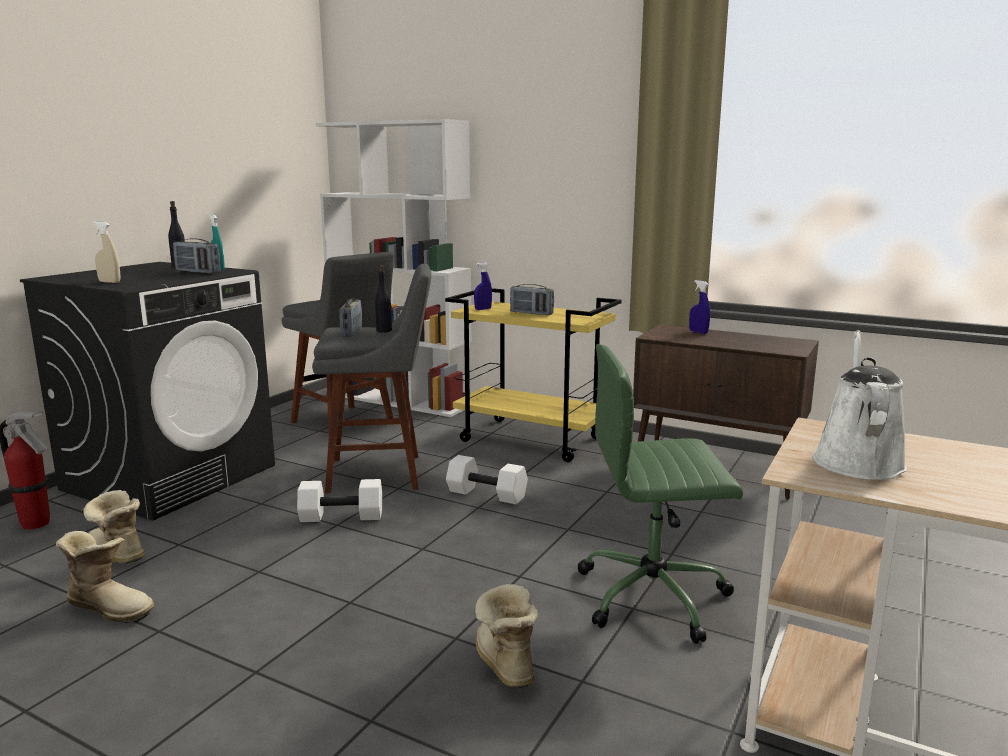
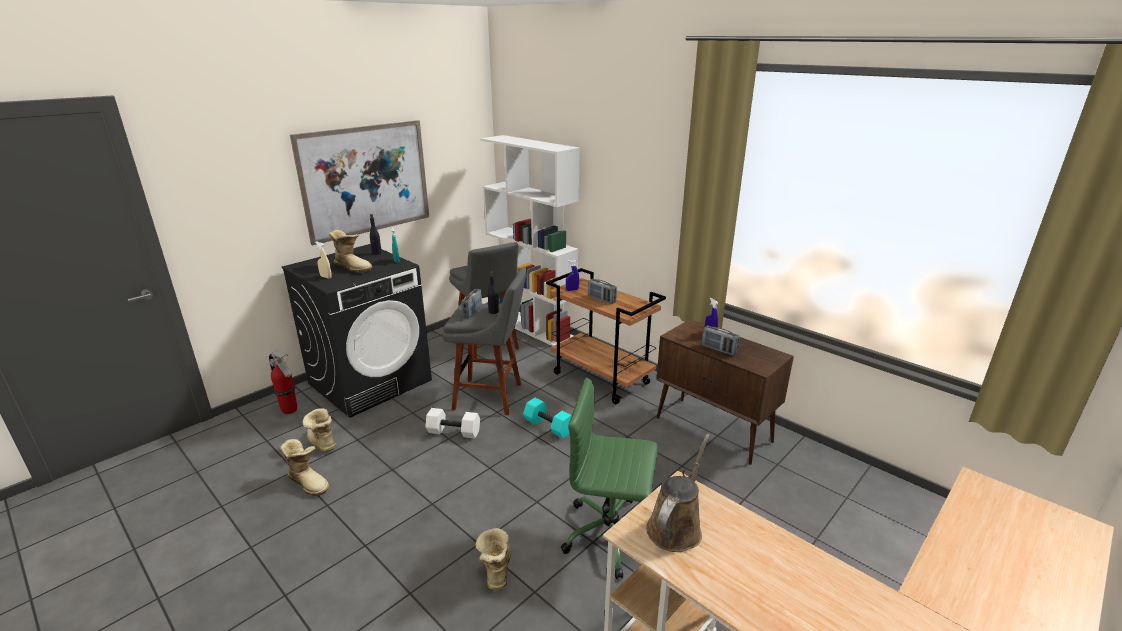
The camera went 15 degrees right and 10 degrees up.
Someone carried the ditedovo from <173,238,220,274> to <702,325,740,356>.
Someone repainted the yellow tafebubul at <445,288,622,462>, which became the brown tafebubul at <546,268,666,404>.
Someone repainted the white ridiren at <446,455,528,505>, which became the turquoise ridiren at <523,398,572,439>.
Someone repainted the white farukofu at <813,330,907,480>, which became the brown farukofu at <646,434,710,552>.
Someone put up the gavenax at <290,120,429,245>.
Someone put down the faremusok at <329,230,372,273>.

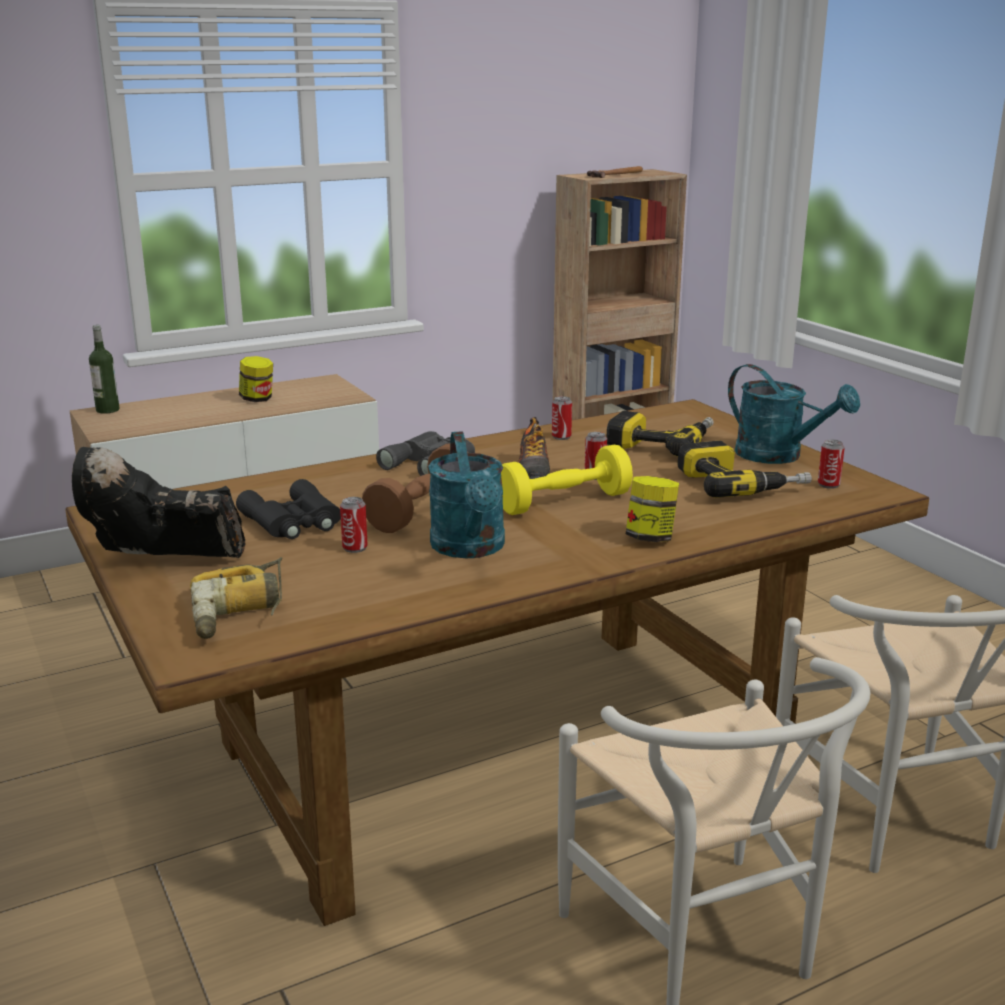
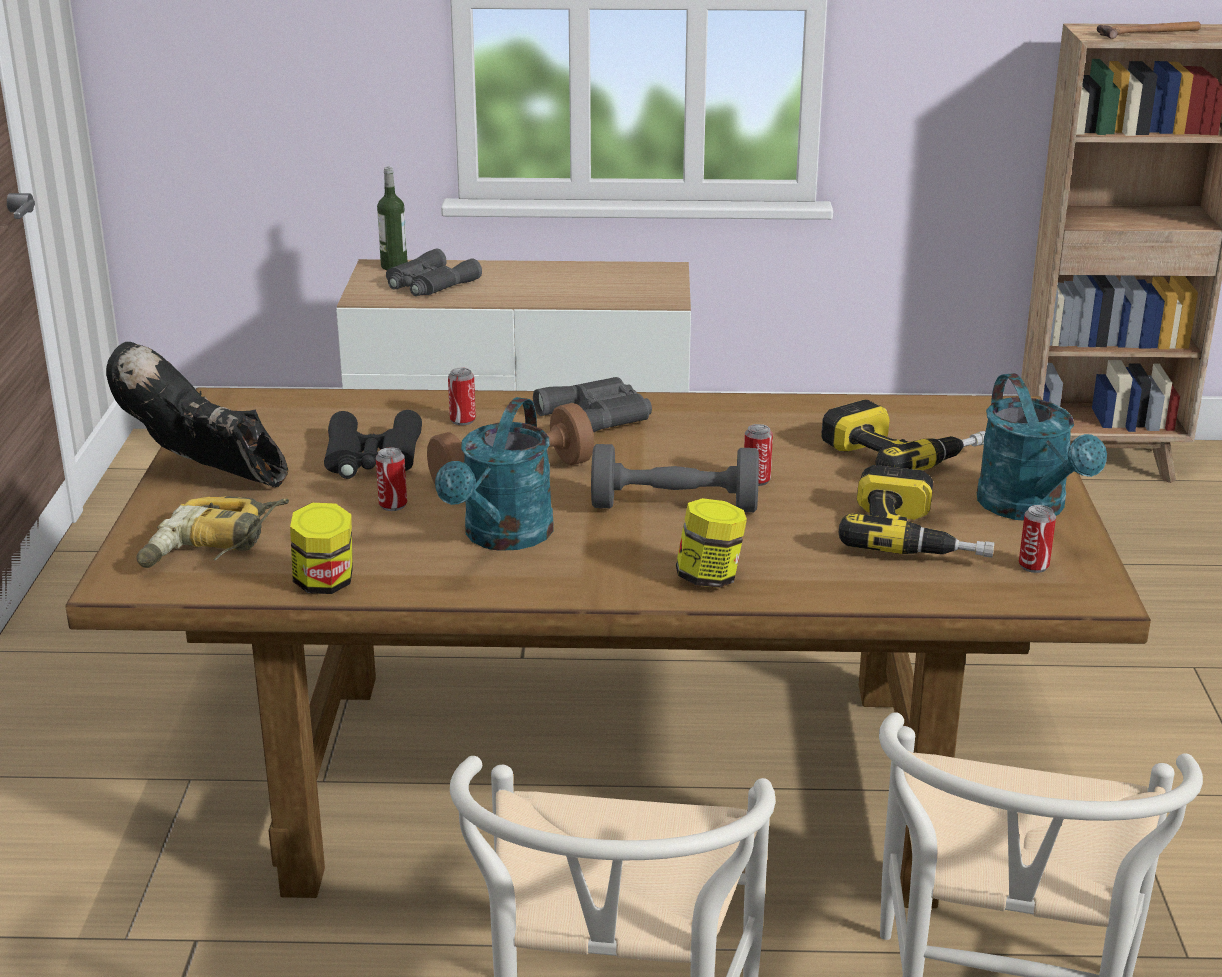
The camera went 30 degrees right and 5 degrees up.
Someone carried the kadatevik from <239,356,273,402> to <290,503,353,594>.
Someone repainted the yellow ridiren at <501,445,633,515>, which became the grey ridiren at <591,444,759,512>.
Someone took away the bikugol at <518,417,550,479>.
Someone carried the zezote from <552,396,572,440> to <448,368,476,425>.
Someone put down the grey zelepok at <386,248,482,296>.

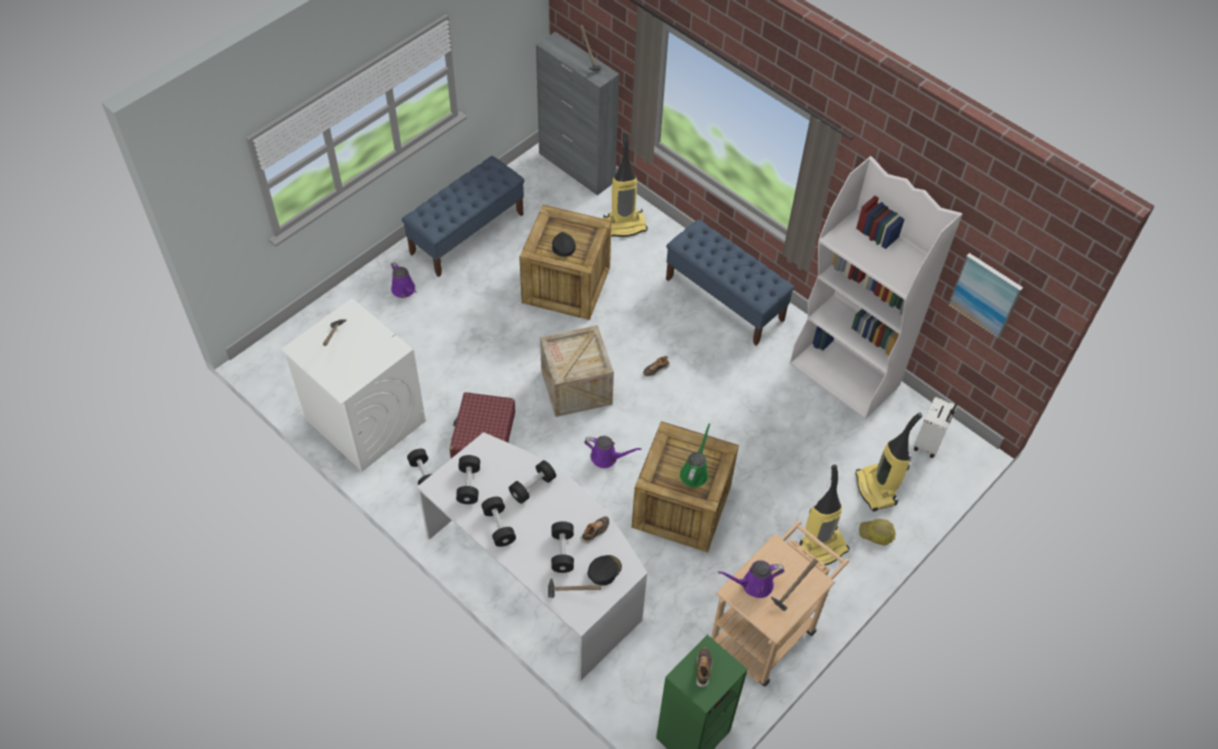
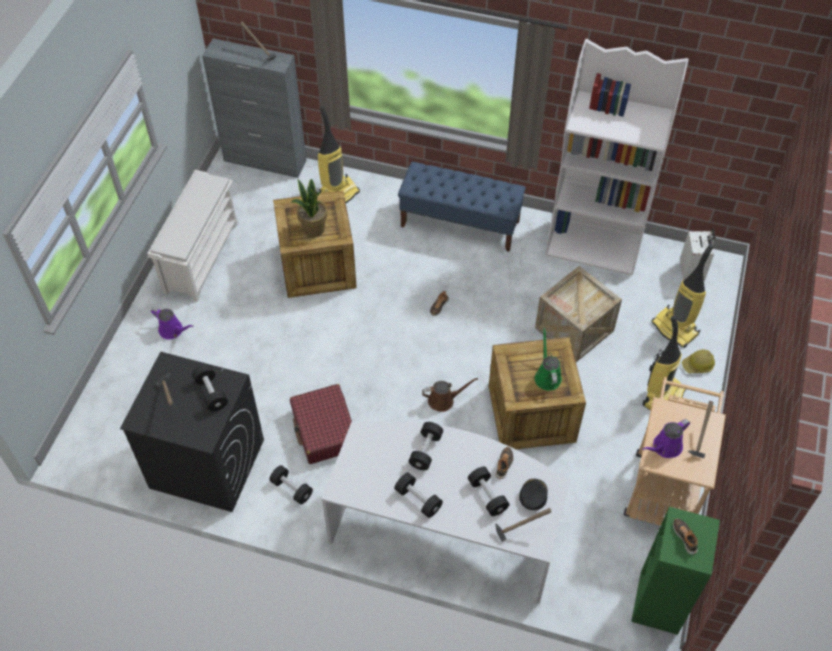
The camera went 25 degrees left and 0 degrees up.
Someone repainted the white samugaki at <281,298,426,472>, which became the black samugaki at <120,352,264,512>.
Someone swapped the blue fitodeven at <402,156,524,277> for the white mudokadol at <147,170,238,302>.
Someone carried the black ridiren from <456,455,480,504> to <192,364,228,411>.
Someone carried the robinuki from <540,325,614,417> to <535,266,622,362>.
Someone swapped the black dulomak at <552,232,576,257> for the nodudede at <291,179,327,237>.
Someone repainted the purple farukofu at <584,436,642,468>, which became the brown farukofu at <422,378,478,412>.
Someone took away the gavenax at <948,253,1023,339>.

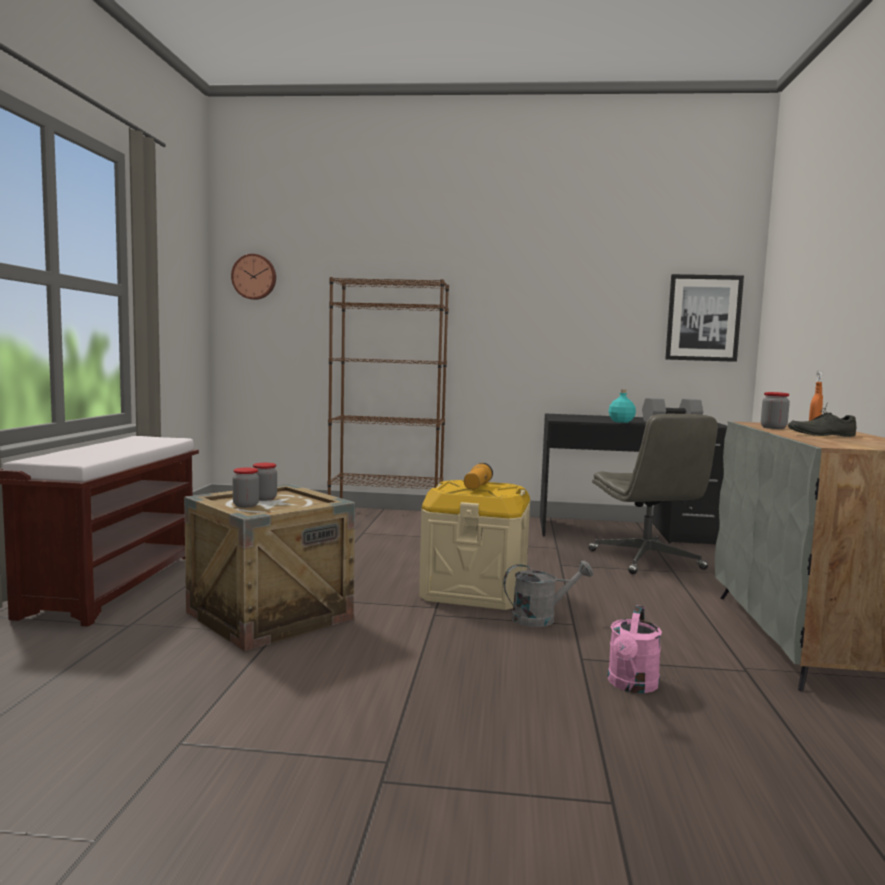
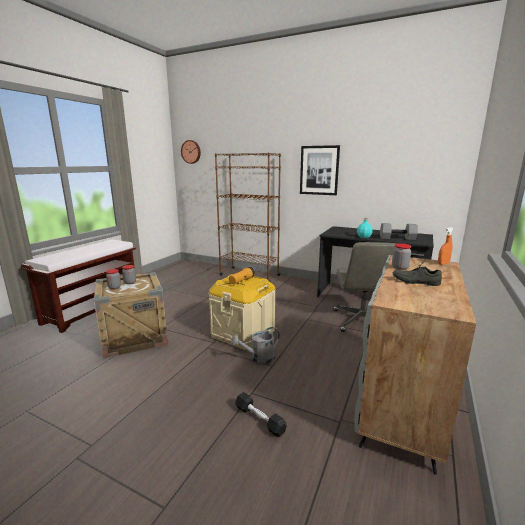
The camera went 20 degrees right and 10 degrees up.
Someone rotated the grey farukofu at <503,560,593,627> by 150 degrees clockwise.
Someone swapped the pink farukofu at <608,605,662,693> for the black ridiren at <235,392,287,437>.
Someone carried the gavenax from <665,274,744,362> to <300,145,340,195>.

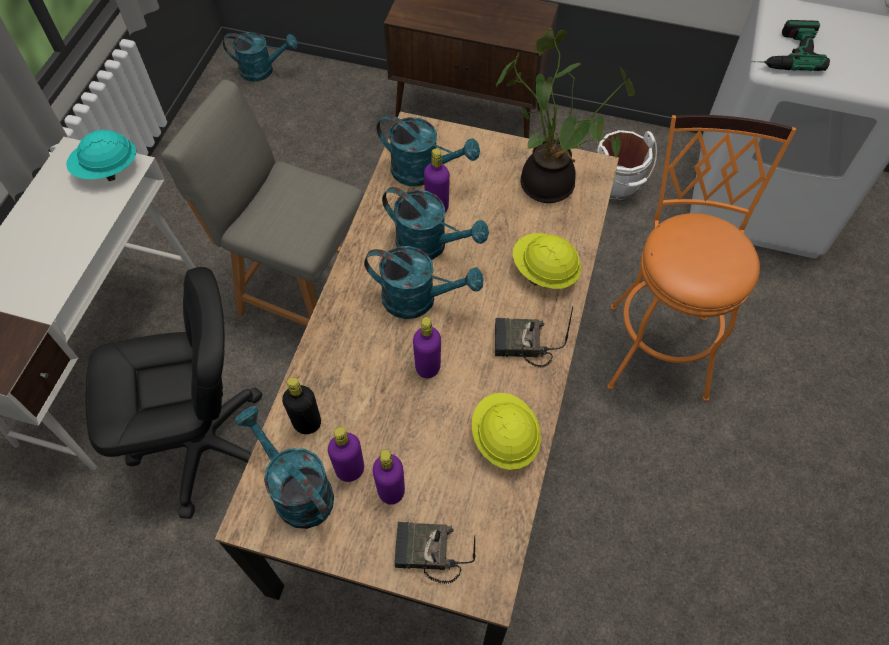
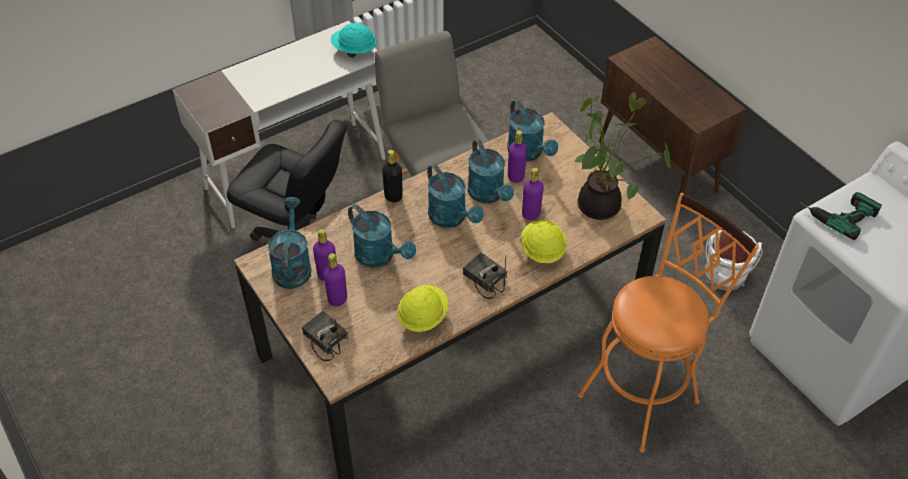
The camera went 40 degrees right and 10 degrees down.
Someone carried the turquoise farukofu from <223,32,298,82> to <348,204,416,267>.
Someone carried the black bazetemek from <282,377,321,434> to <382,150,403,202>.
Someone carried the purple bazetemek from <413,317,441,378> to <522,168,544,220>.

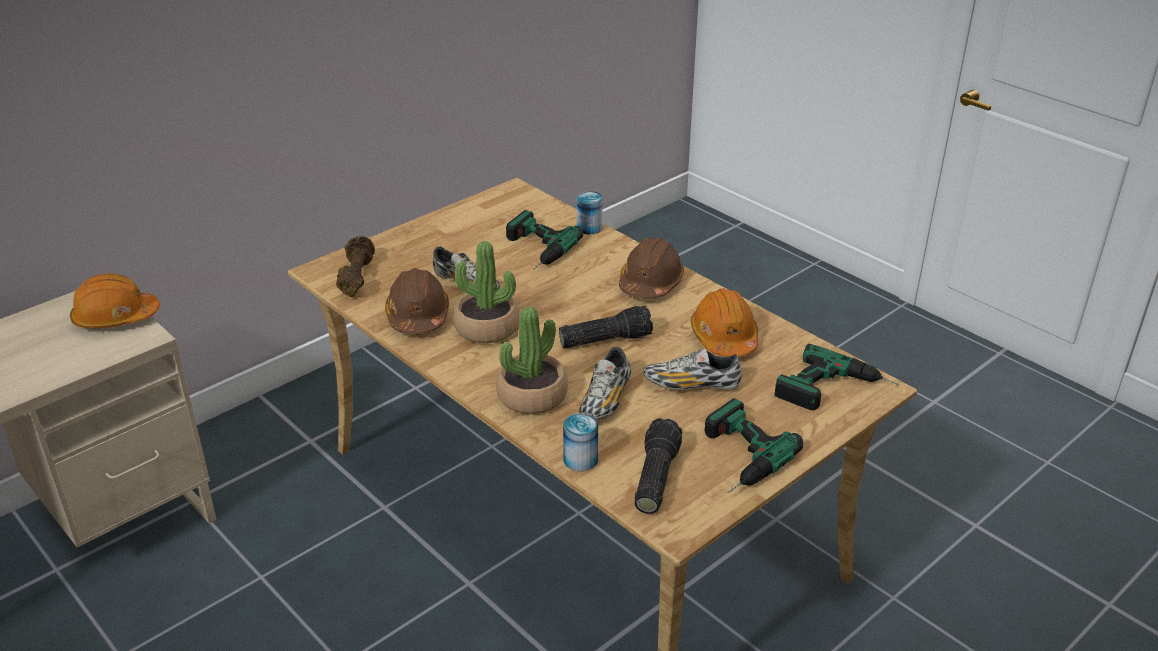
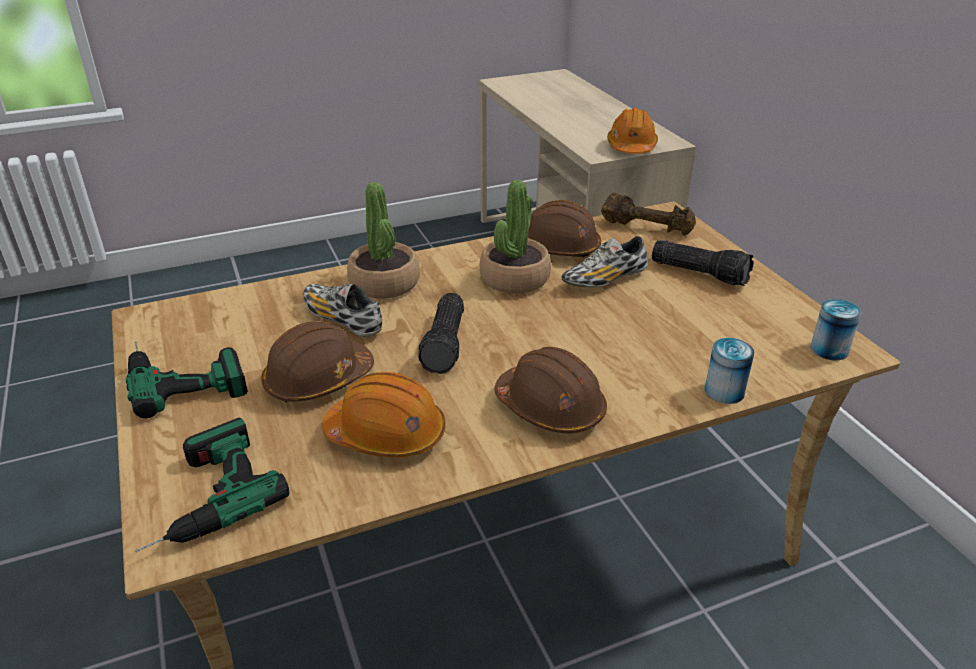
The camera went 110 degrees right and 0 degrees up.
Someone took away the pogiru at <506,210,583,270>.
Someone carried the zezote from <563,413,598,471> to <810,299,862,360>.
Someone carried the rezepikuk from <635,418,682,514> to <652,240,754,286>.
Someone swapped the bikugol at <643,348,742,390> for the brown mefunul at <261,321,374,402>.

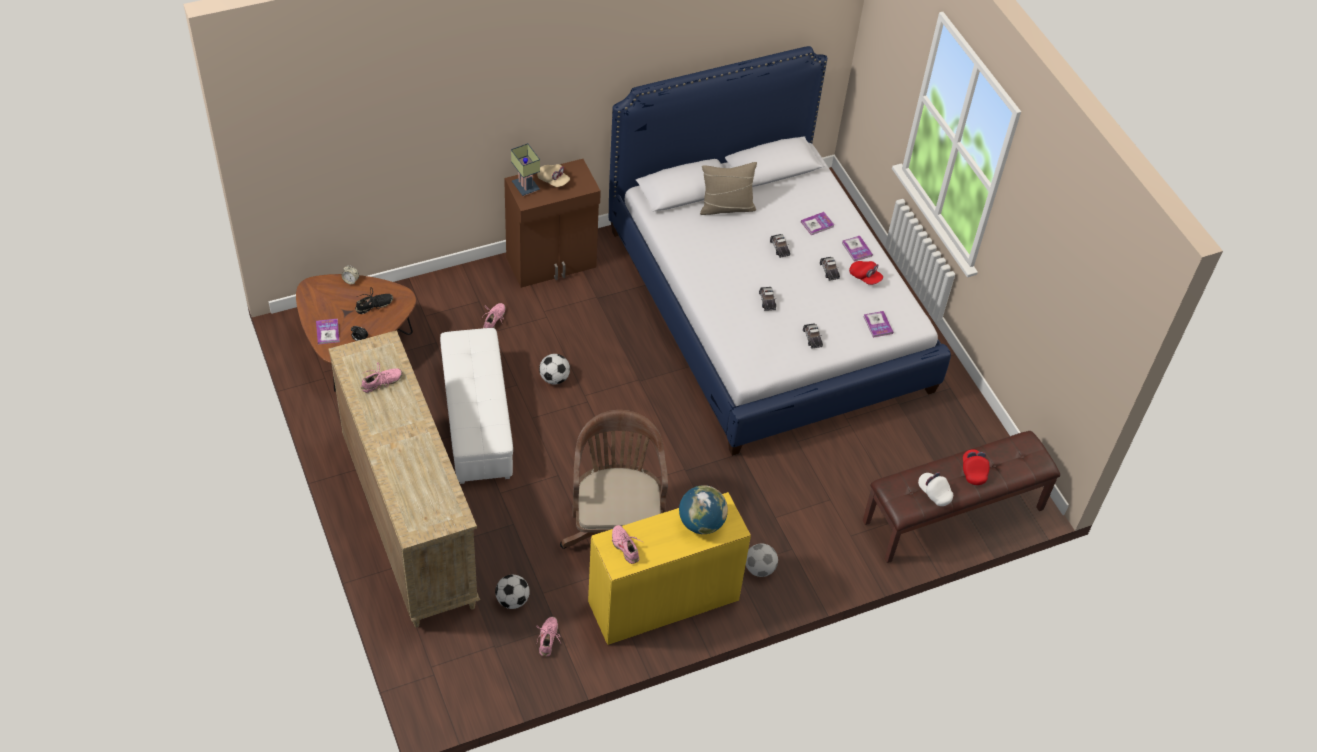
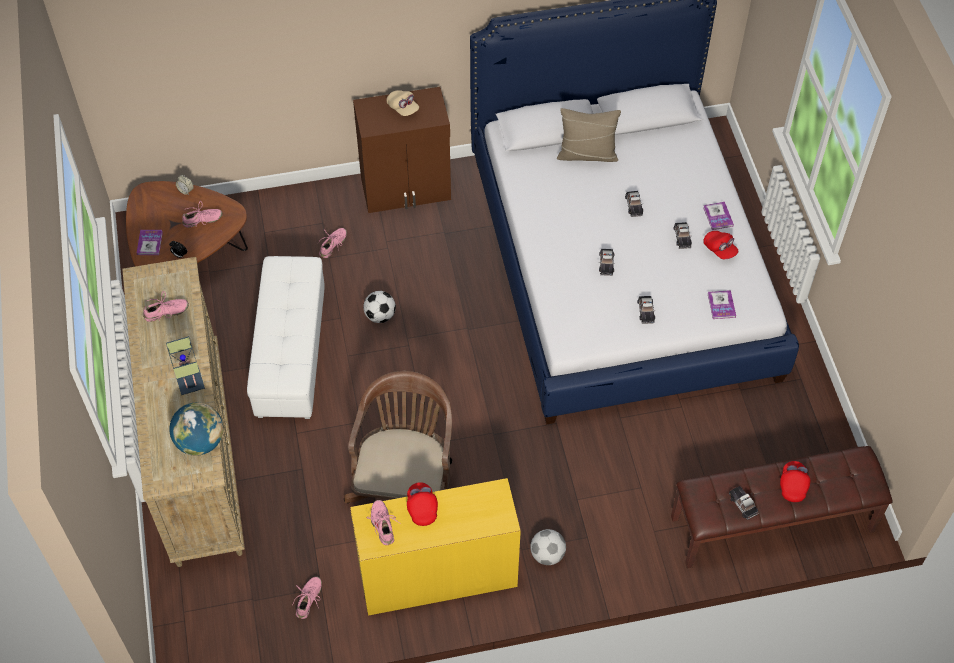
The camera went 15 degrees right and 5 degrees up.
Someone repainted the black bikugol at <355,287,393,314>, which became the pink bikugol at <182,201,223,228>.
Someone took away the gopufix at <495,575,530,609>.
Someone carried the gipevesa from <511,143,540,196> to <166,336,205,395>.
Someone carried the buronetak from <679,485,728,534> to <169,403,223,456>.
Someone took away the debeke at <801,212,834,235>.
Someone swapped the white dulomak at <918,472,953,506> for the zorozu at <729,486,759,520>.
Someone put down the red dulomak at <407,482,438,526>.

